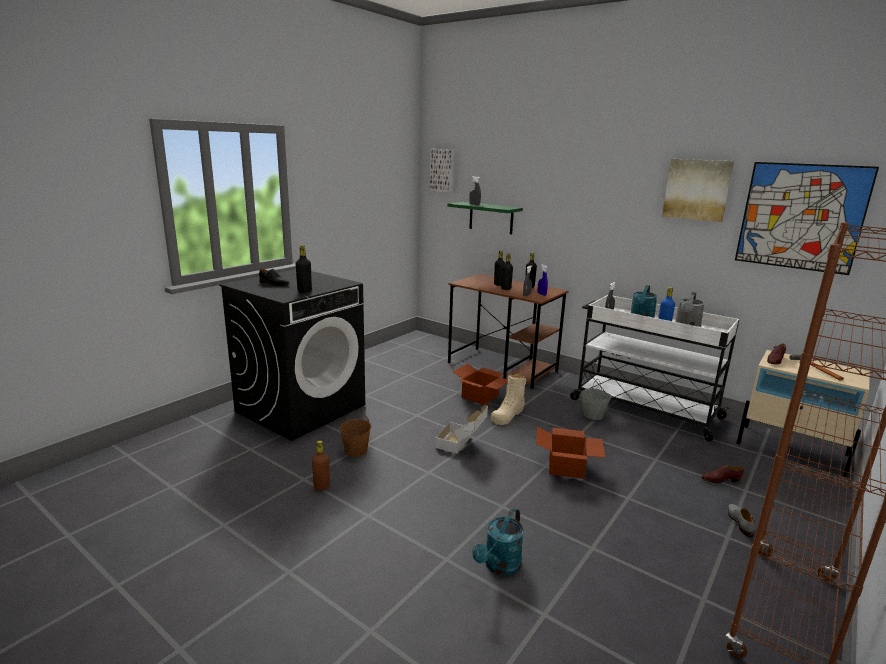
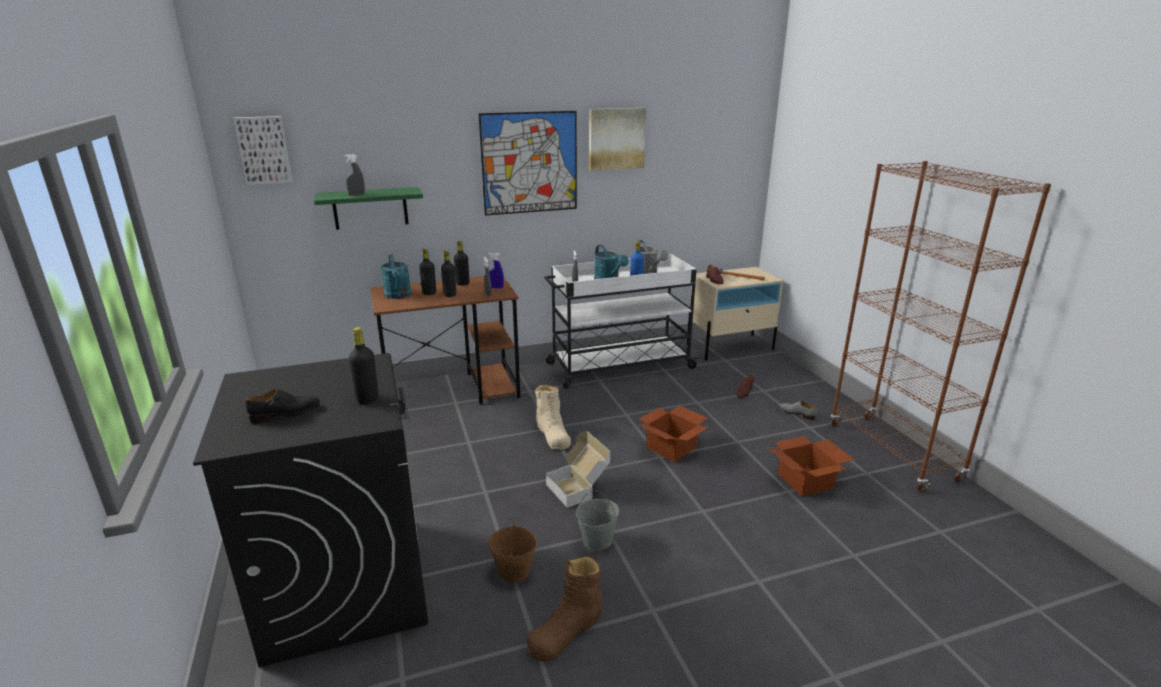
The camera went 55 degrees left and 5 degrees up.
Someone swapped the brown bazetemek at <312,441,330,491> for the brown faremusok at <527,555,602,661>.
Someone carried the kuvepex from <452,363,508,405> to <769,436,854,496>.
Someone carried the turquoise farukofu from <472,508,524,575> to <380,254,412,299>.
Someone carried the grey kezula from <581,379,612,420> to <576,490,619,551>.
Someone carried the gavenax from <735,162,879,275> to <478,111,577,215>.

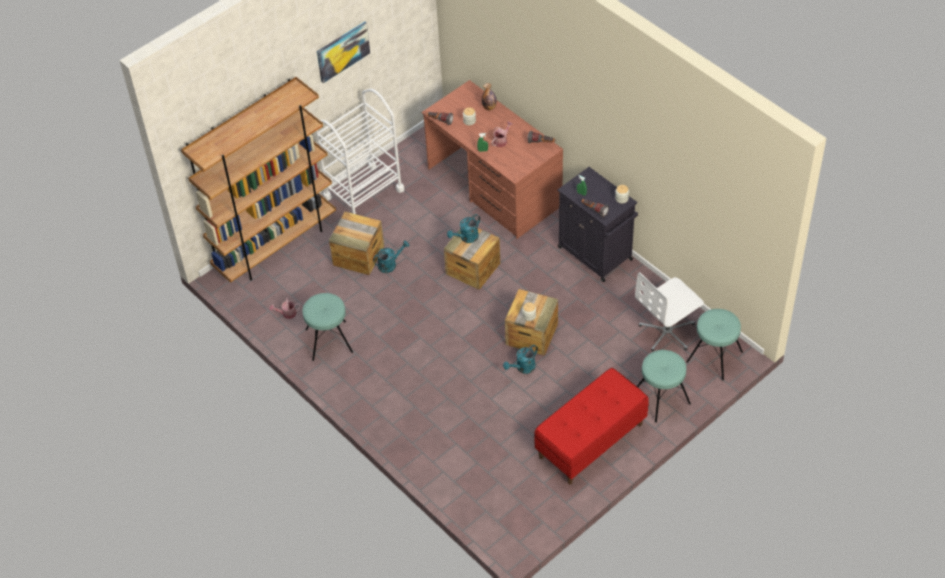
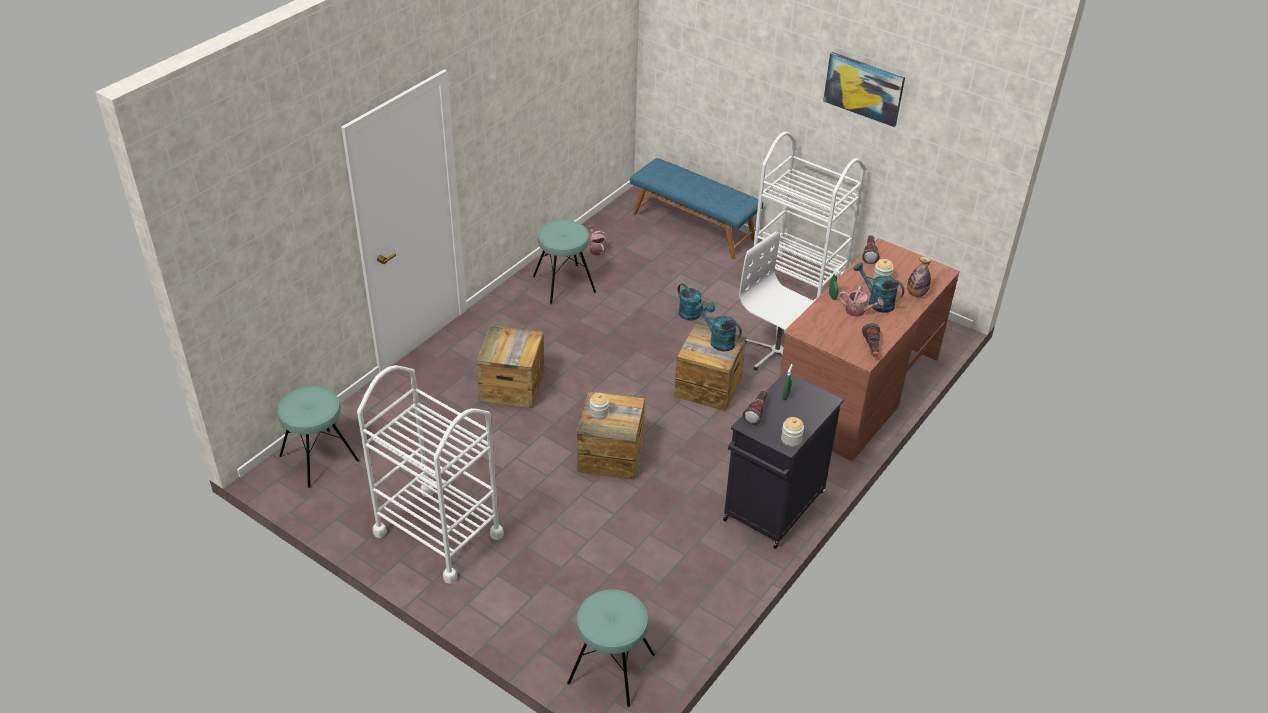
The camera went 75 degrees right and 10 degrees down.
Someone swapped the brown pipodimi at <181,77,336,283> for the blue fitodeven at <630,158,763,259>.
Someone carried the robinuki from <329,212,384,275> to <477,326,545,408>.
Someone carried the turquoise farukofu from <503,345,538,374> to <853,262,904,313>.
Someone swapped the red fitodeven at <534,368,649,485> for the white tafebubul at <357,365,504,584>.
Someone carried the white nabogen from <635,272,704,351> to <739,231,814,371>.
Someone carried the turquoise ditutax from <637,350,691,423> to <278,386,359,488>.

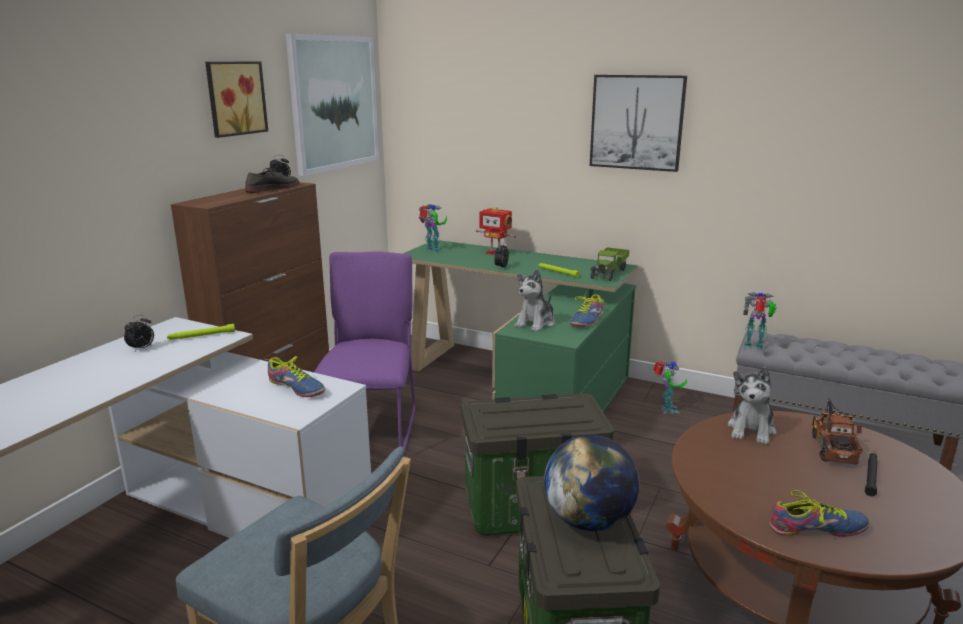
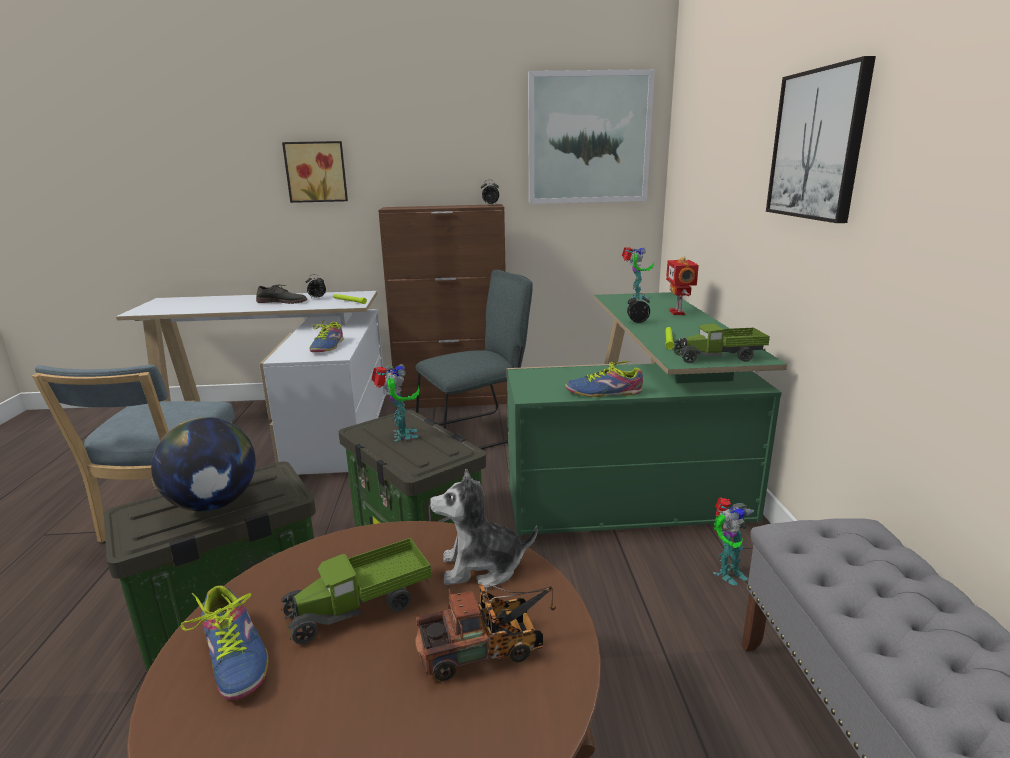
The camera went 60 degrees right and 0 degrees up.
Someone carried the gavenax from <205,61,268,138> to <282,141,348,203>.
Someone carried the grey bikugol from <245,168,300,193> to <256,285,308,304>.
Someone repainted the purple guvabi at <314,252,415,452>, which became the grey guvabi at <416,270,533,449>.
Someone took away the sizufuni at <515,269,555,332>.
Someone carried the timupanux from <743,292,777,350> to <372,364,420,441>.
Someone took away the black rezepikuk at <865,453,878,496>.
Someone put down the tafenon at <281,538,432,644>.

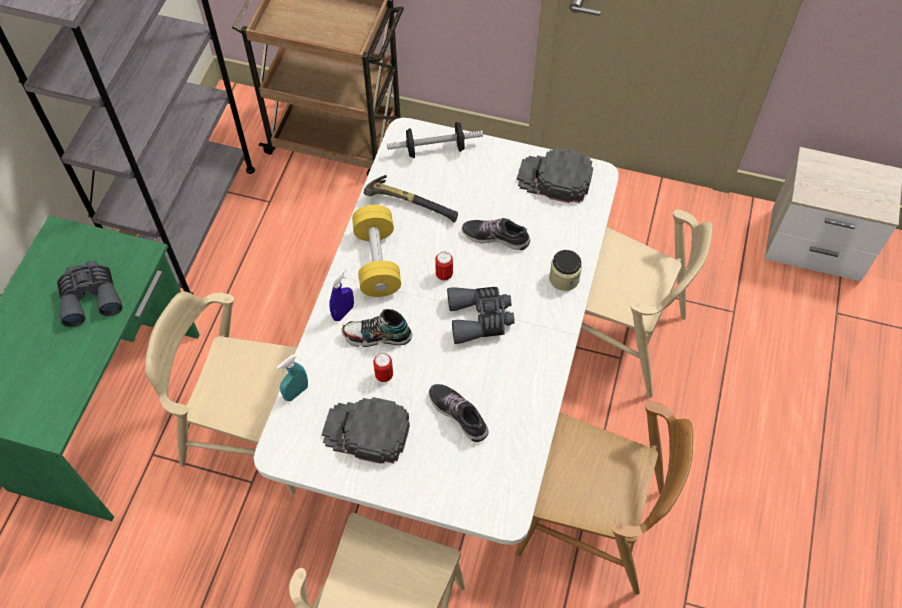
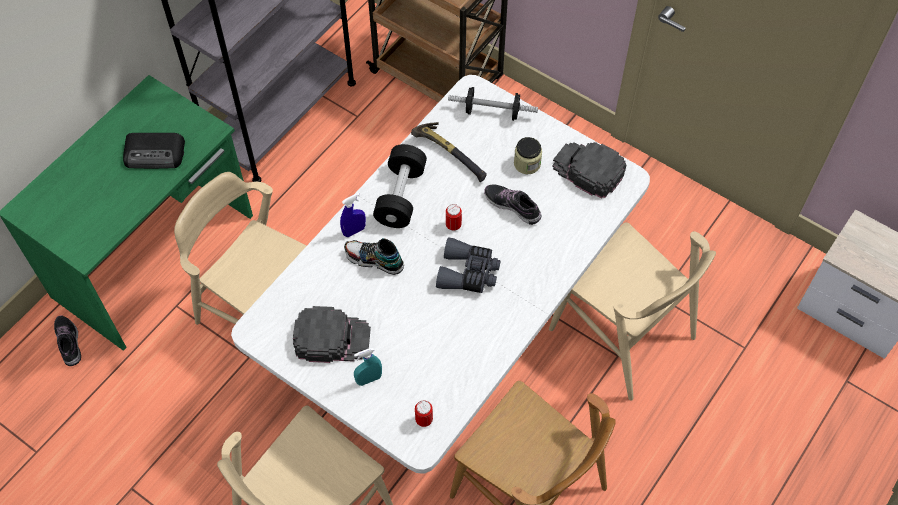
The camera went 20 degrees right and 0 degrees up.
Someone swapped the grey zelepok at <57,261,123,327> for the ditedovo at <123,133,185,169>.
Someone carried the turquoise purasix from <277,354,308,401> to <354,348,382,386>.
Someone rotated the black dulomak at <322,397,410,464> by 150 degrees clockwise.
Someone repainted the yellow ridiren at <352,205,401,297>, which became the black ridiren at <373,144,427,228>.
Someone carried the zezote from <373,353,393,382> to <415,400,433,427>.
Someone carried the bikugol from <429,384,489,442> to <54,315,81,366>.
Someone carried the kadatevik from <549,250,582,291> to <514,137,542,174>.

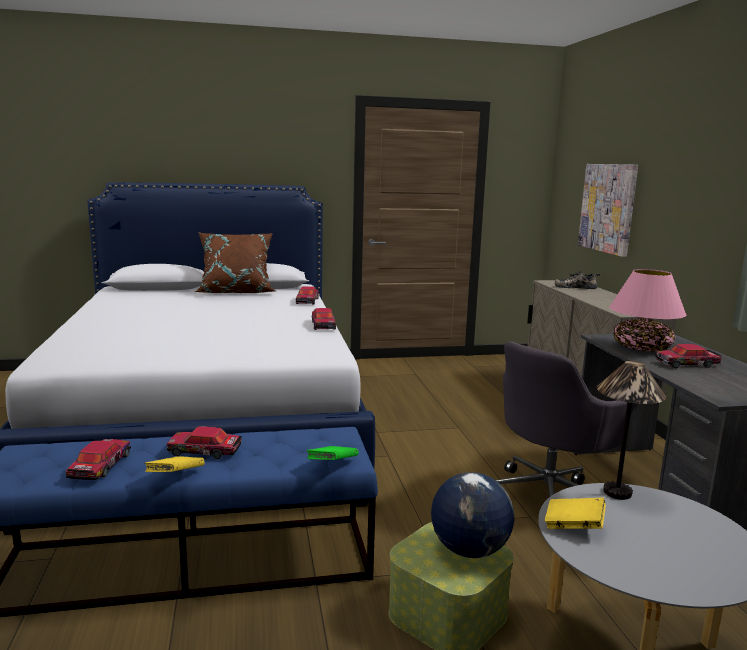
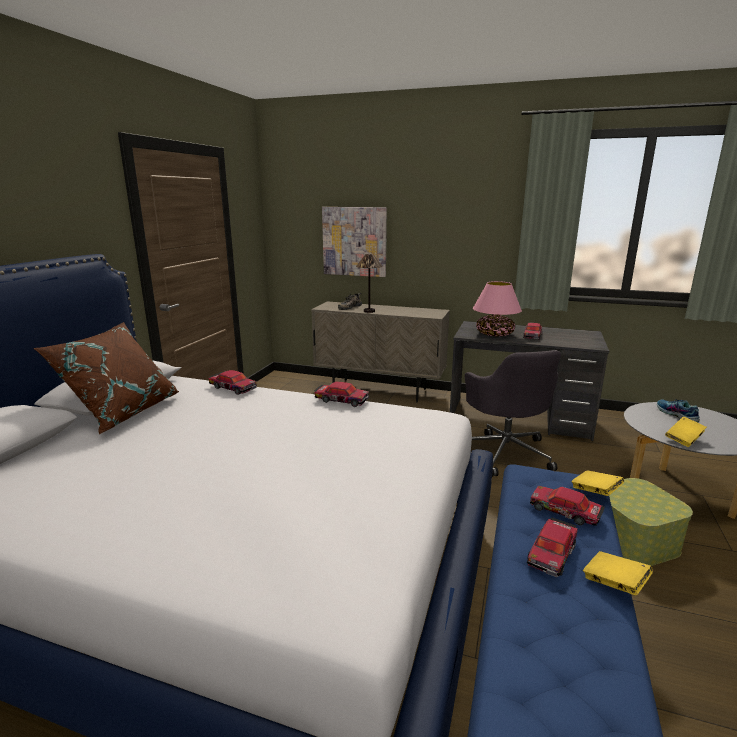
The camera went 60 degrees left and 5 degrees up.
Someone carried the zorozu from <66,439,131,480> to <530,486,605,526>.
Someone repainted the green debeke at <306,446,358,460>, which became the yellow debeke at <571,470,624,496>.
Someone took away the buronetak at <431,472,514,558>.
Someone carried the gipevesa from <597,361,666,500> to <356,254,383,313>.
Someone put down the bikugol at <657,399,700,423>.

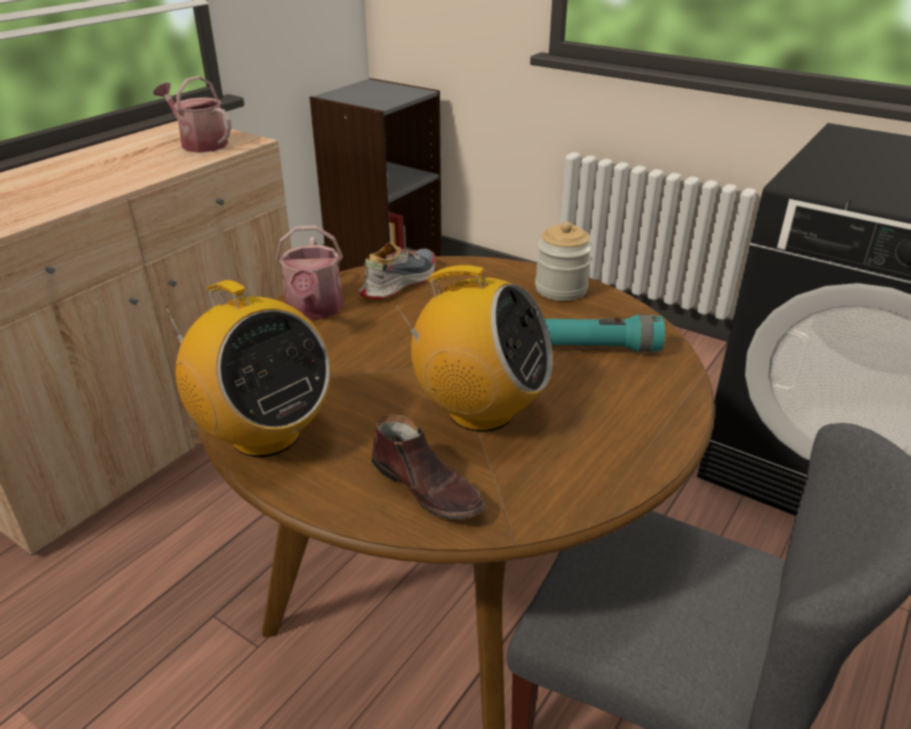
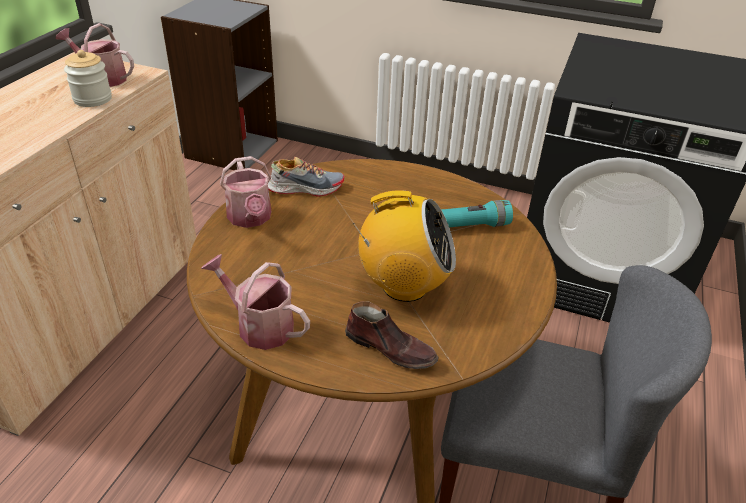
The camera went 15 degrees left and 5 degrees up.
Someone swapped the ditedovo at <164,280,331,457> for the farukofu at <201,254,310,350>.
Someone rotated the bikugol at <358,242,435,299> by 60 degrees clockwise.
Someone carried the kadatevik from <535,222,593,301> to <64,50,112,107>.

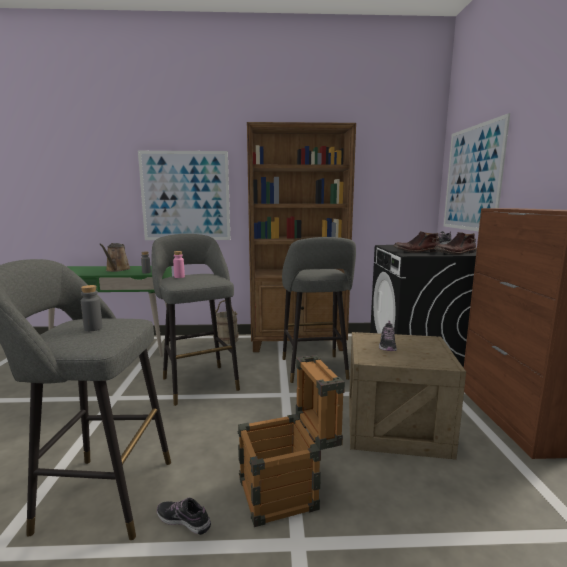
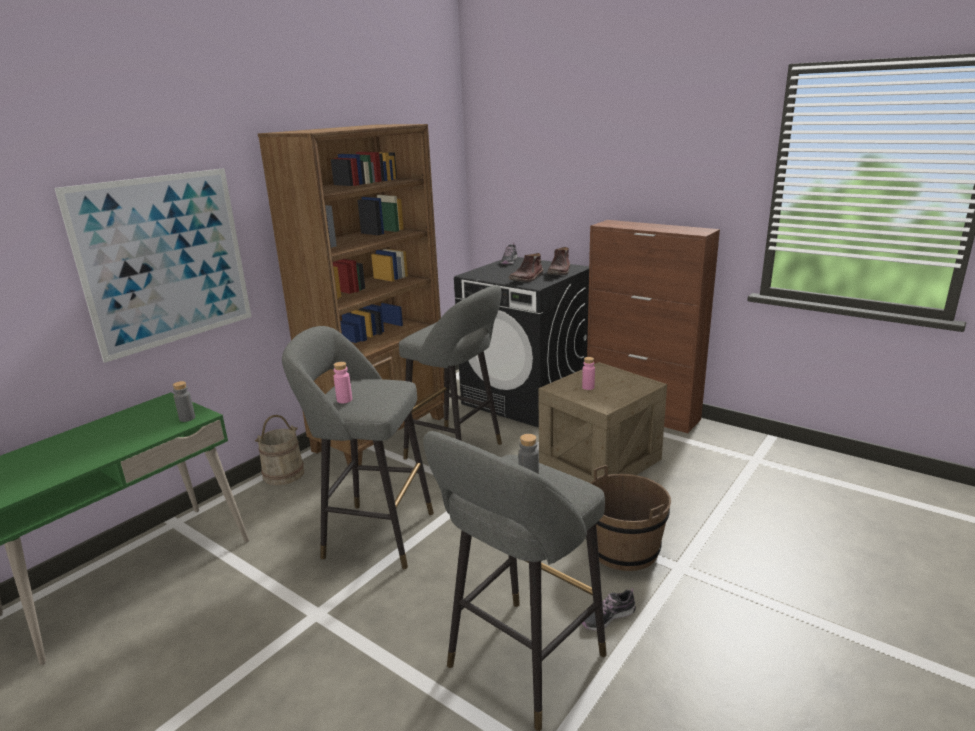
The camera went 50 degrees left and 10 degrees up.
Someone took away the brown farukofu at <99,243,131,272>.
Someone swapped the robinuki at <238,355,345,527> for the brown kezula at <590,465,671,571>.
Someone swapped the bikugol at <379,321,397,351> for the pink bazetemek at <582,357,595,390>.
Someone took away the gavenax at <444,113,510,232>.

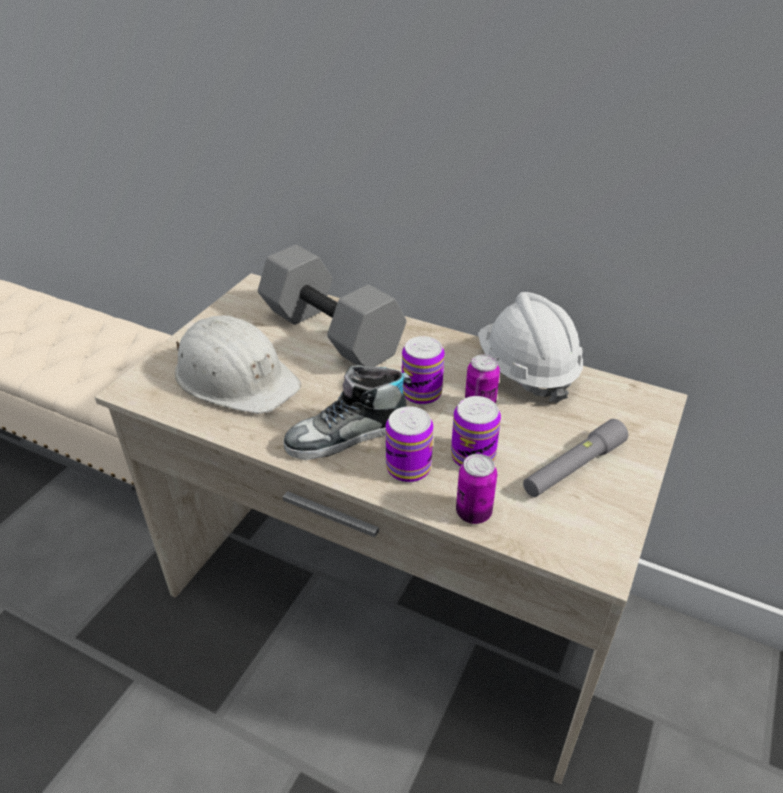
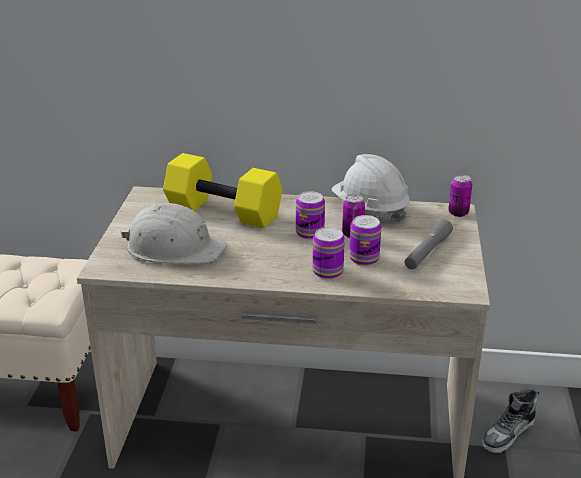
The camera went 20 degrees left and 10 degrees down.
Someone repainted the grey ridiren at <258,245,406,367>, which became the yellow ridiren at <163,153,283,228>.
Someone carried the bikugol from <284,365,411,460> to <482,389,539,453>.
Someone carried the zezote from <456,454,497,524> to <448,175,472,217>.

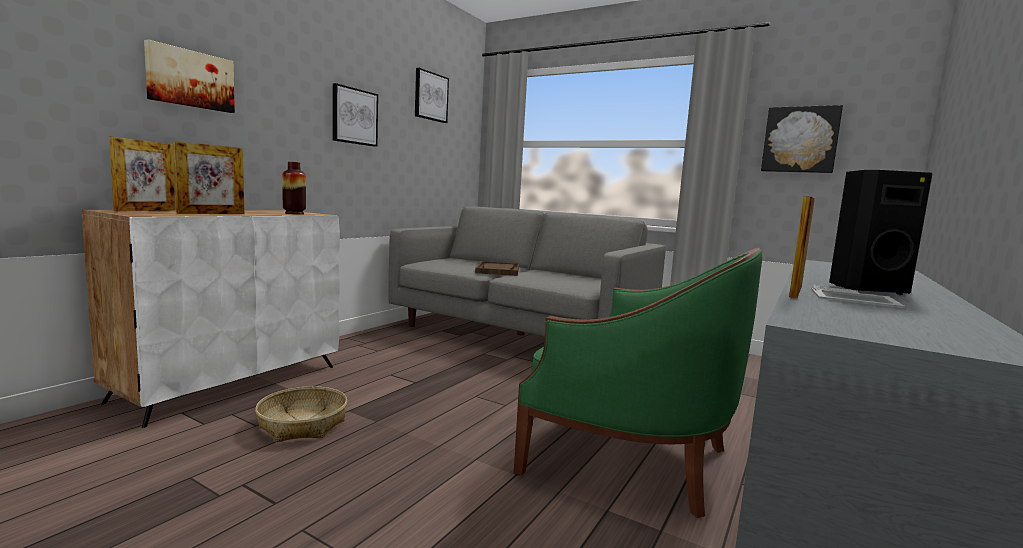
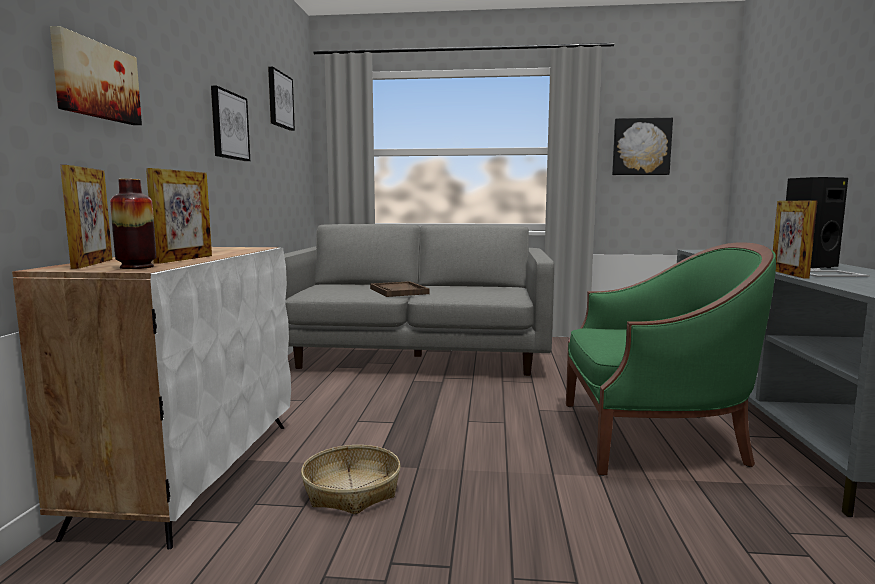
The camera went 25 degrees left and 0 degrees up.
Someone carried the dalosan from <282,161,306,214> to <110,179,156,269>.

